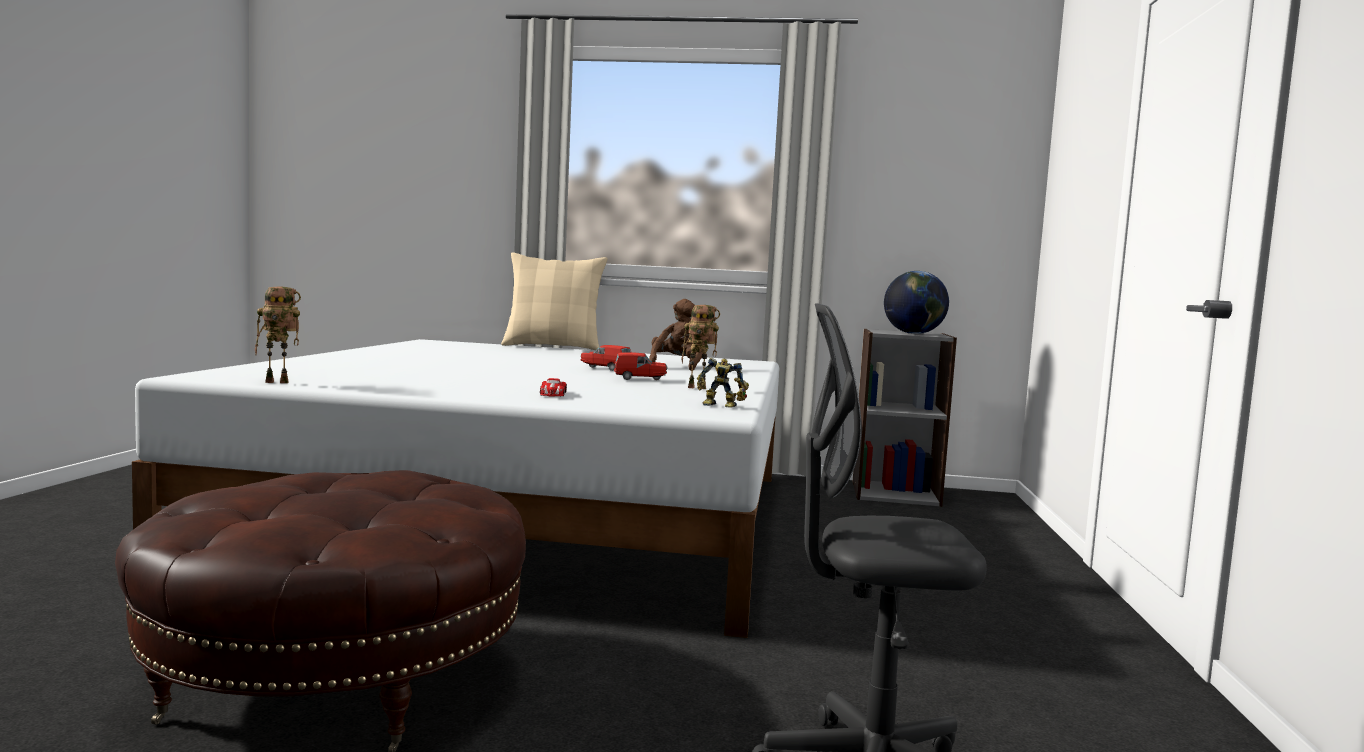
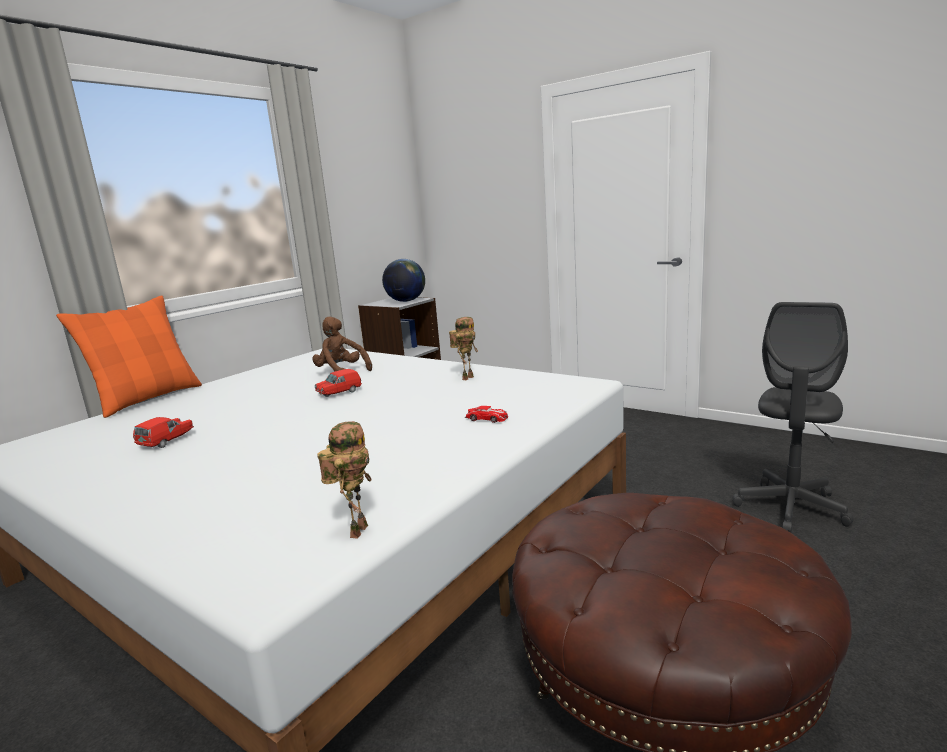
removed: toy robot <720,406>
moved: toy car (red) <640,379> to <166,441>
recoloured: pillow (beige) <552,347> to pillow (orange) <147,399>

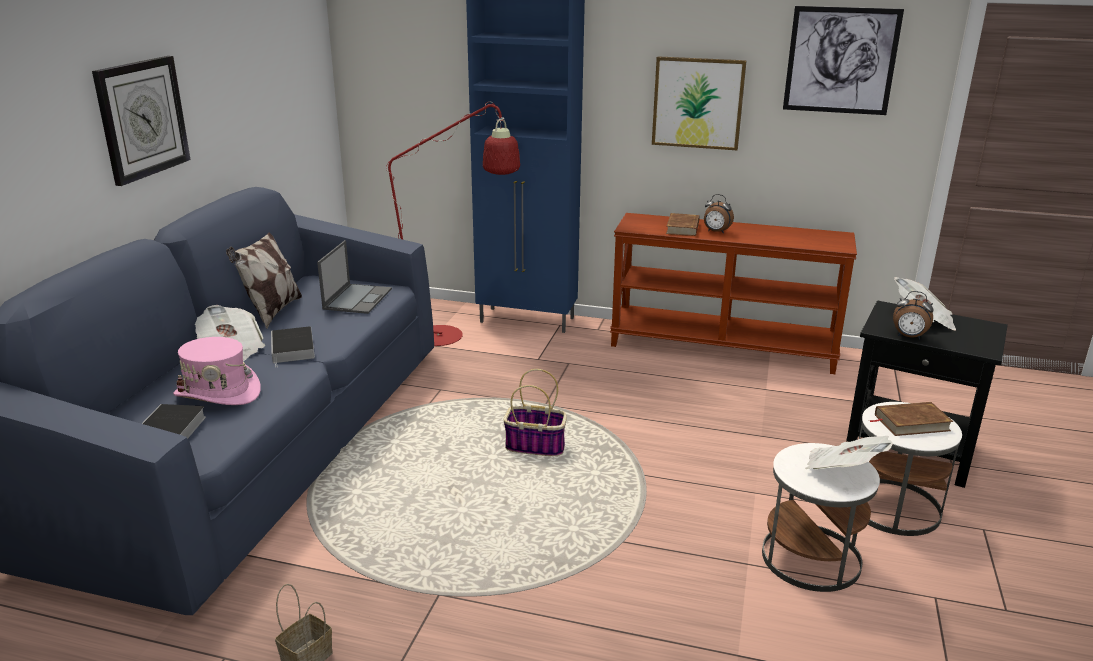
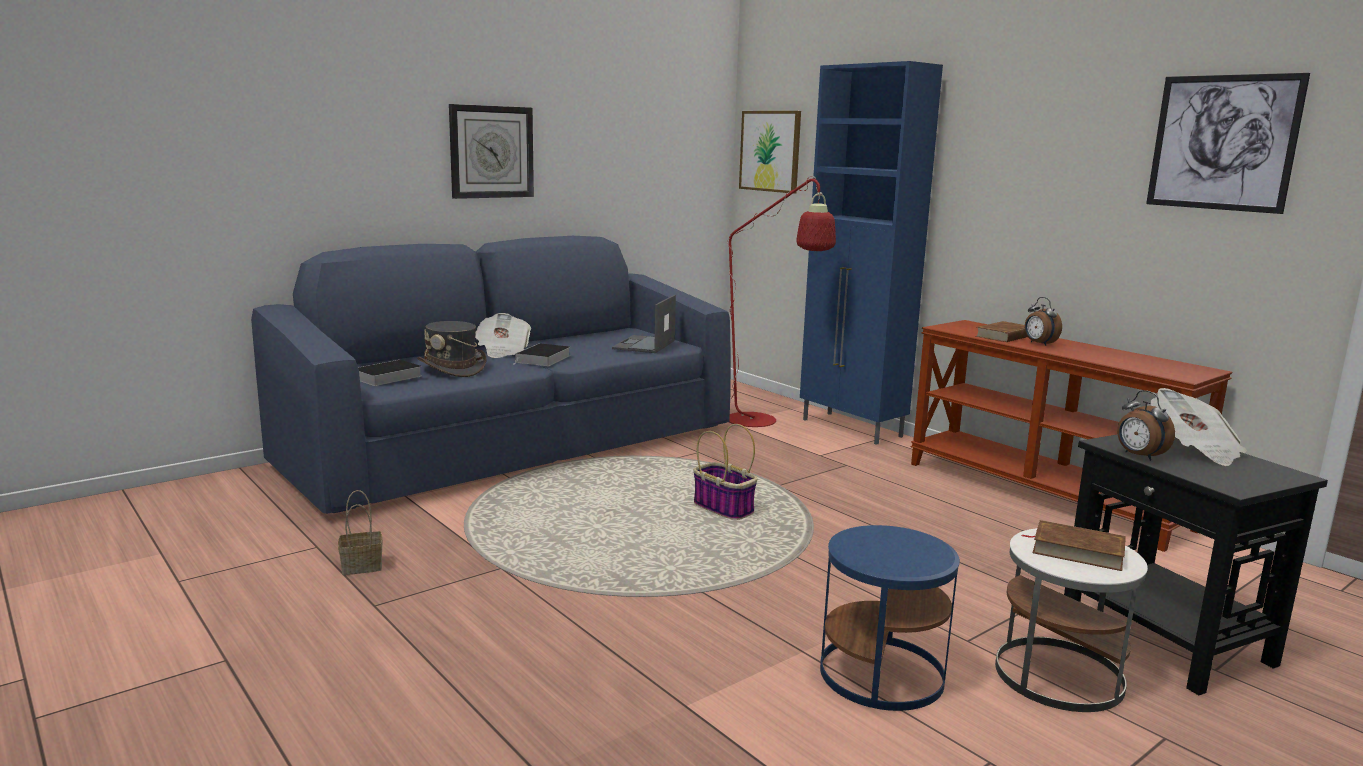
removed: pillow <271,312>; newspaper <842,470>
moved: picture <698,103> to <770,151>
recoloured: hat (pink) <218,393> to hat (grey) <452,369>; side table (white) <811,558> to side table (blue) <882,673>
turned: laptop <358,298> = <644,345> 150 degrees clockwise

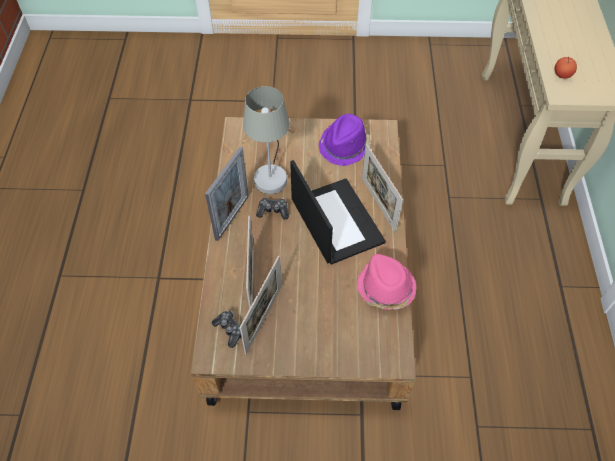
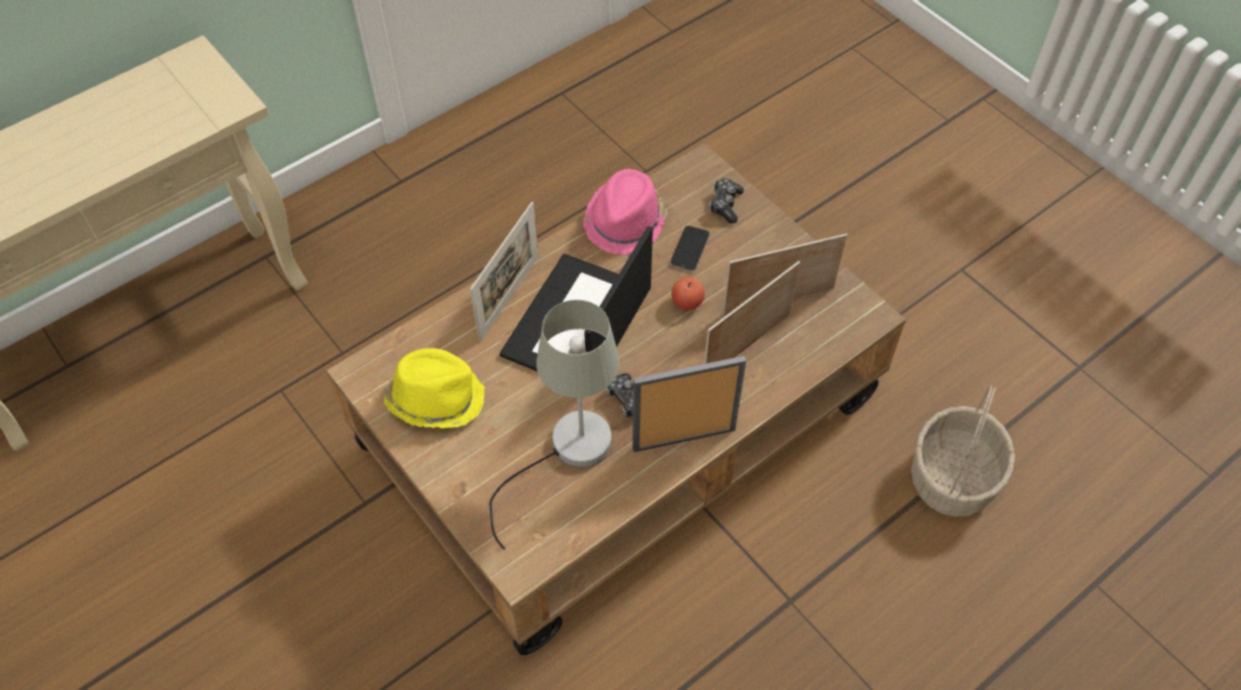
added: phone <690,249>; basket <953,479>
moved: apple <562,75> to <687,302>; game controller <230,330> to <725,204>
recoloured: hat (purple) <345,146> to hat (yellow) <436,398>

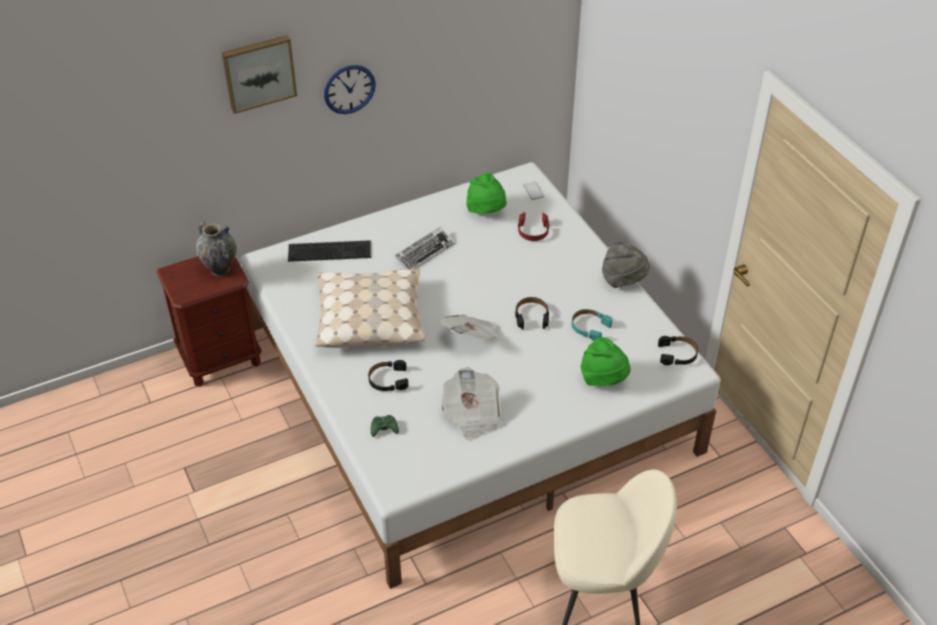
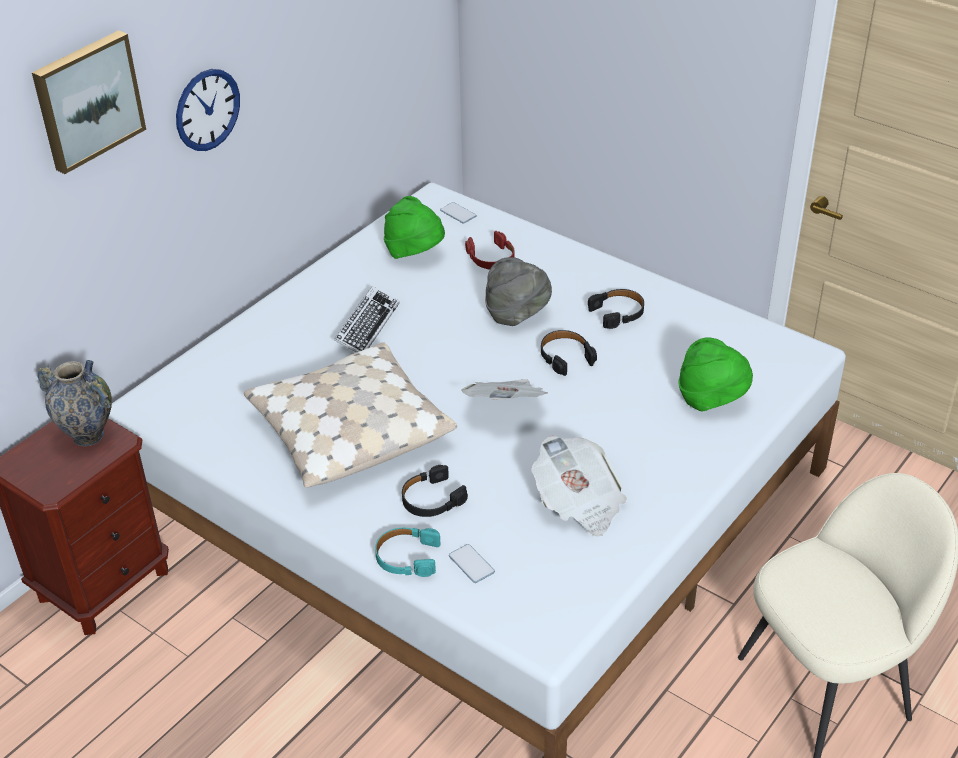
removed: keyboard <330,250>
moved: hat (grey) <623,280> to <517,314>; headphones (turquoise) <589,327> to <407,557>; headphones (black) <677,354> to <618,313>
replaced: game controller (green) <384,428> to phone <471,564>

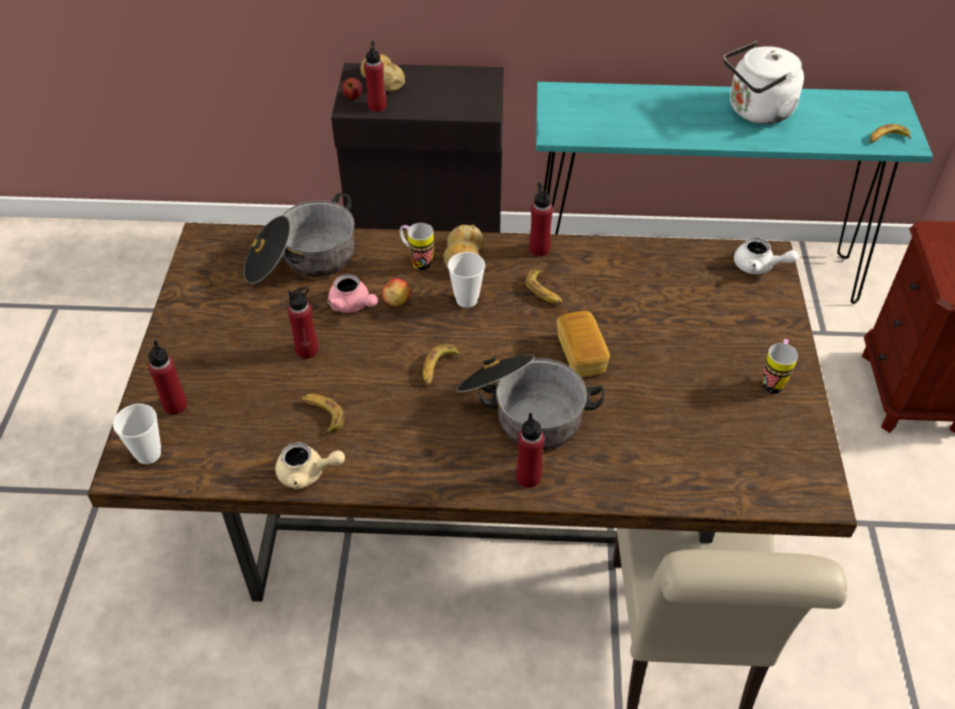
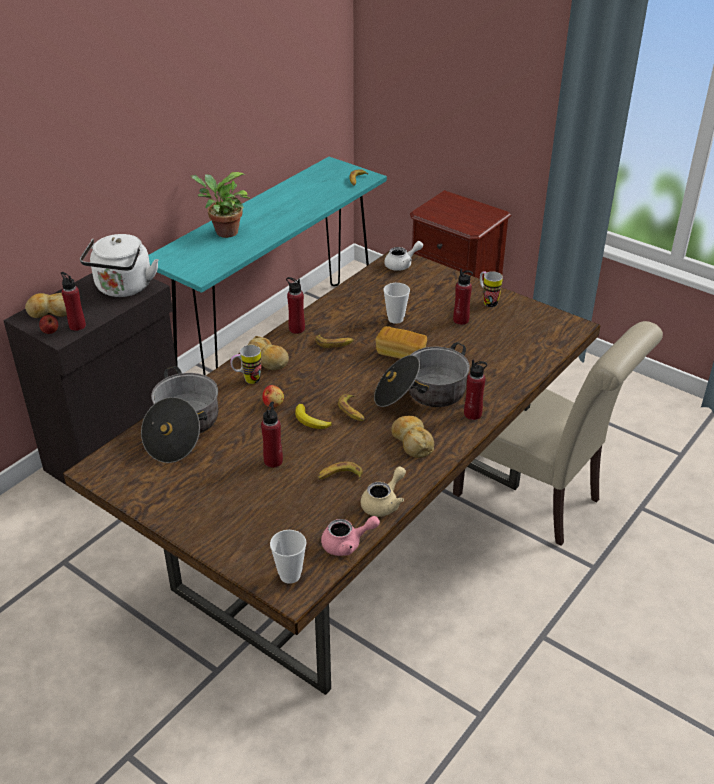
added: potted plant <223,232>; banana <310,420>; bread <412,442>
moved: kettle (white) <756,112> to <123,289>; cup <466,300> to <395,319>; teapot (pink) <352,305> to <347,544>; bottle (red) <175,405> to <461,320>

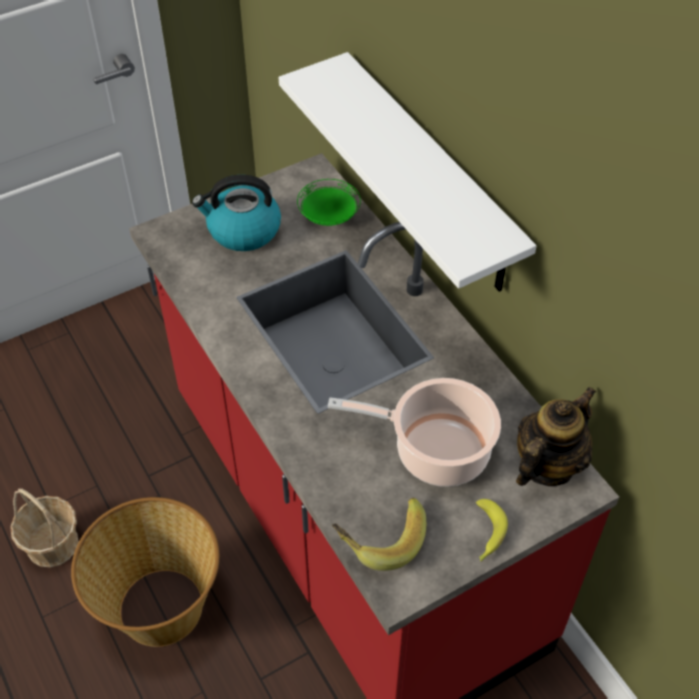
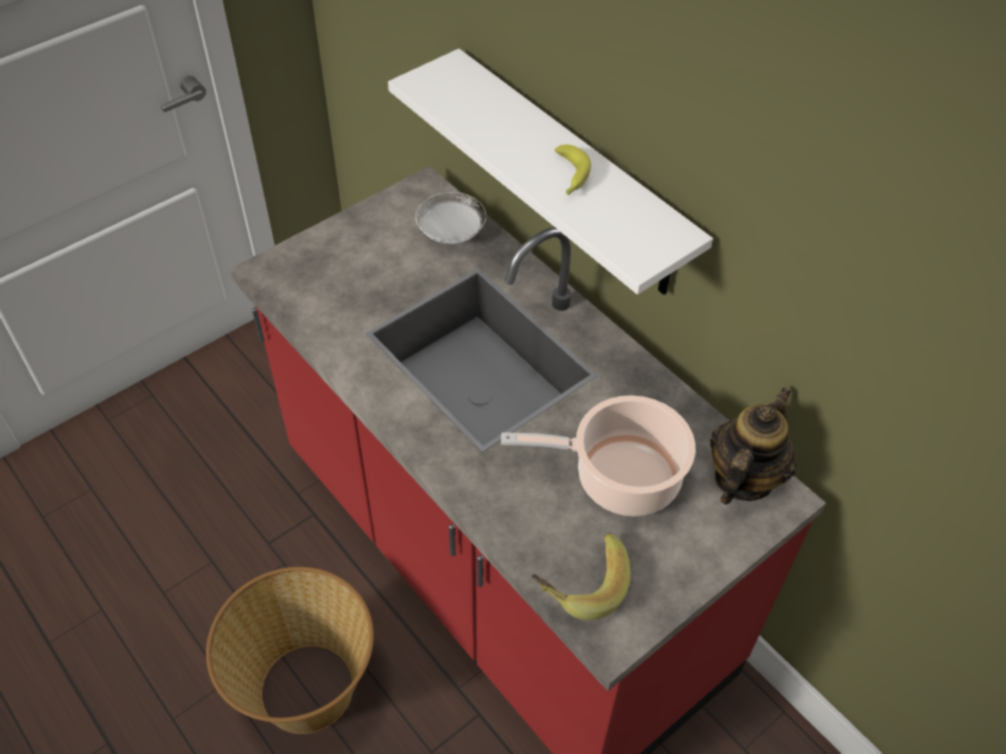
removed: kettle <243,231>; basket <52,543>
moved: banana <486,535> to <569,177>
recoloured: plate (green) <329,215> to plate (white) <451,232>

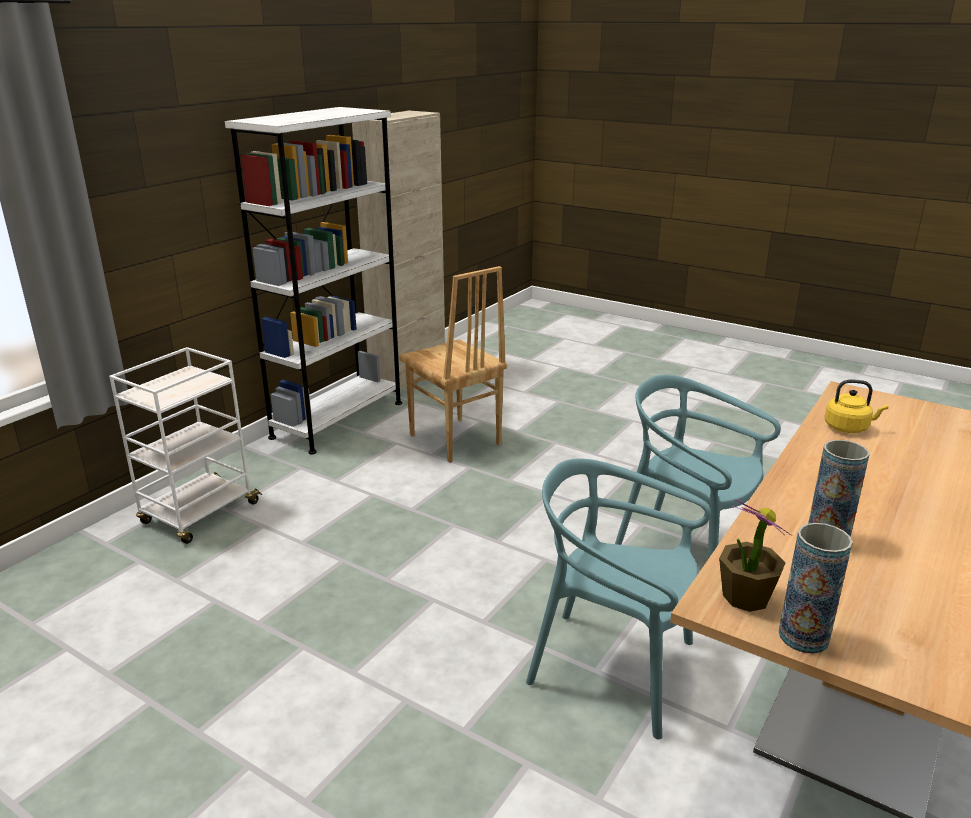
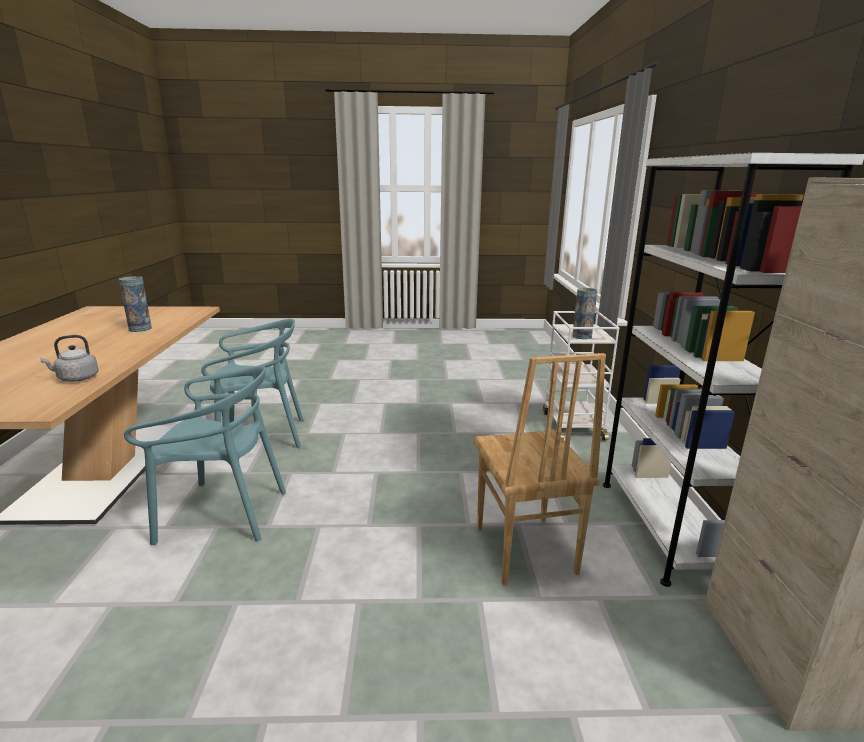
removed: potted plant <745,597>
moved: vase <803,636> to <582,336>
recoloured: kettle (yellow) <848,428> to kettle (grey) <76,378>
turned: chair (brown) <454,440> = <523,550> 120 degrees counterclockwise

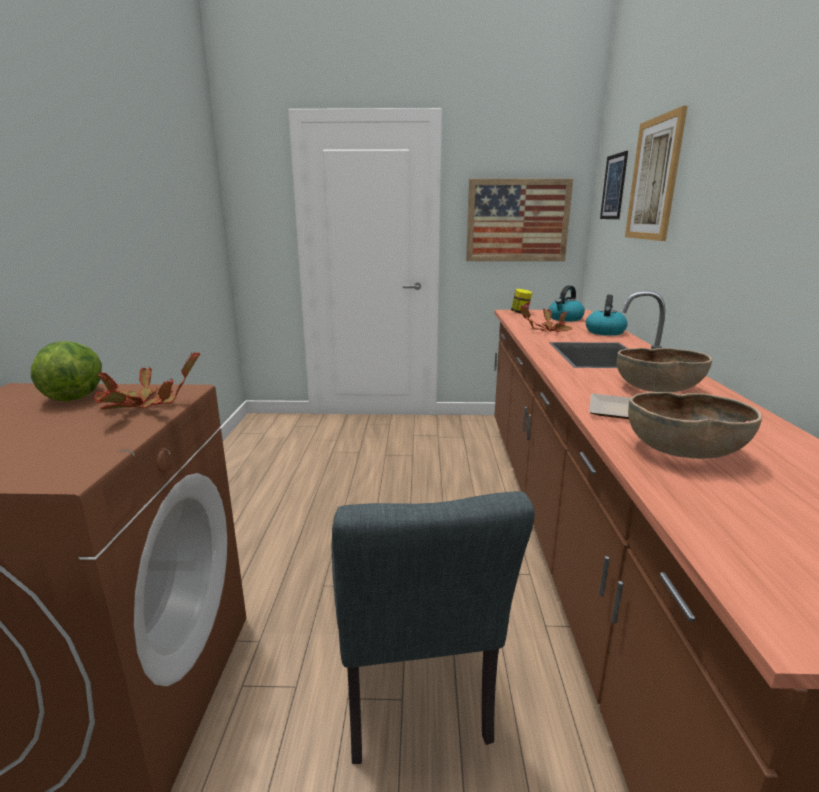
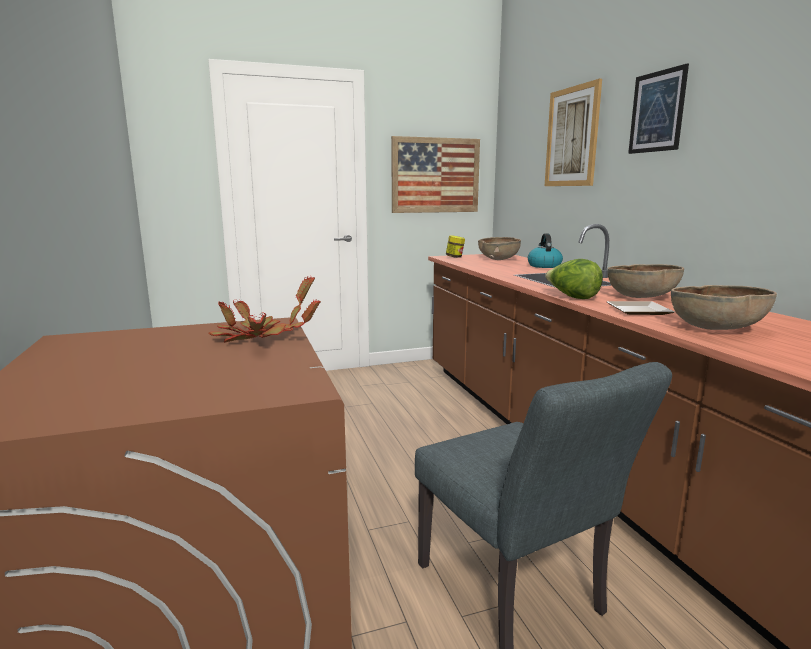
removed: potted plant <547,331>
moved: picture <614,187> to <657,112>; lettuce <75,395> to <572,297>
replaced: kettle <565,319> to bowl (brown) <498,259>

